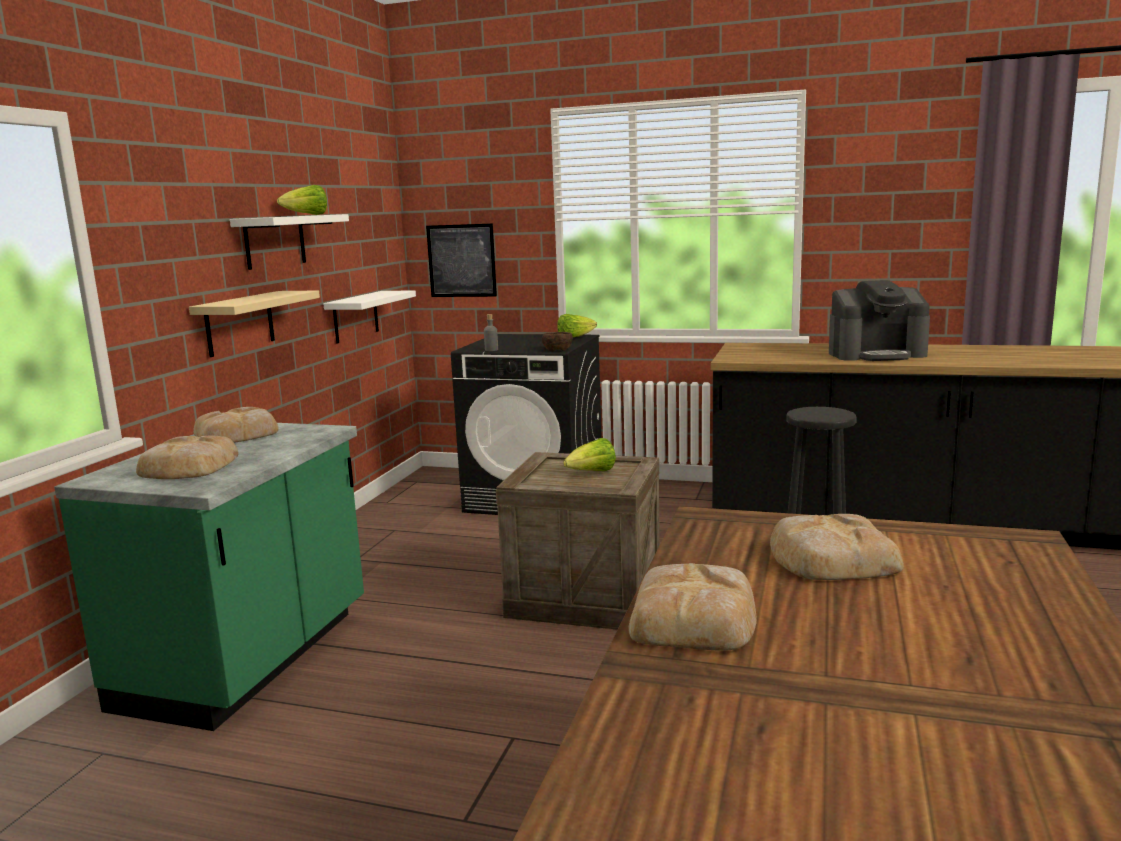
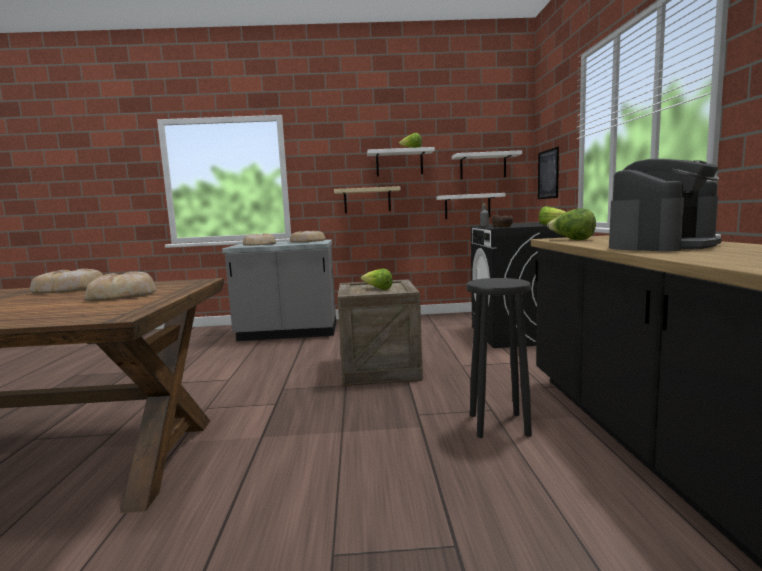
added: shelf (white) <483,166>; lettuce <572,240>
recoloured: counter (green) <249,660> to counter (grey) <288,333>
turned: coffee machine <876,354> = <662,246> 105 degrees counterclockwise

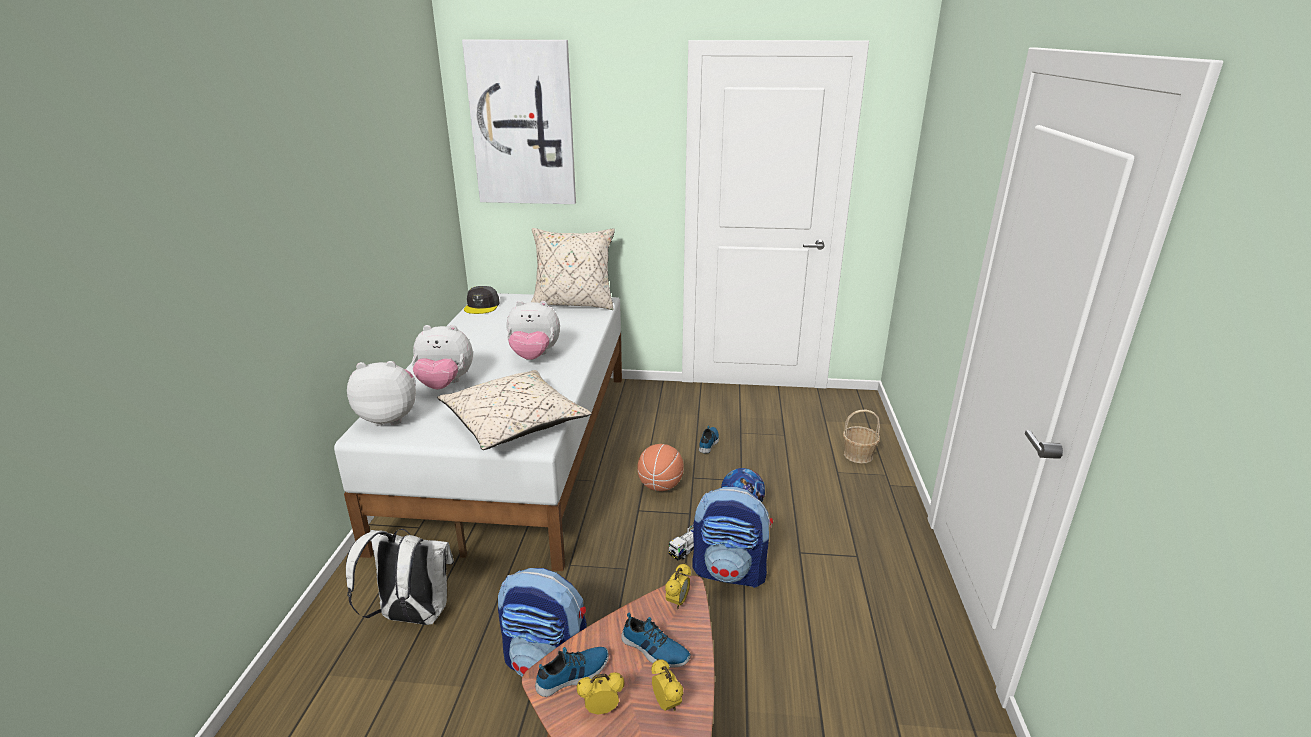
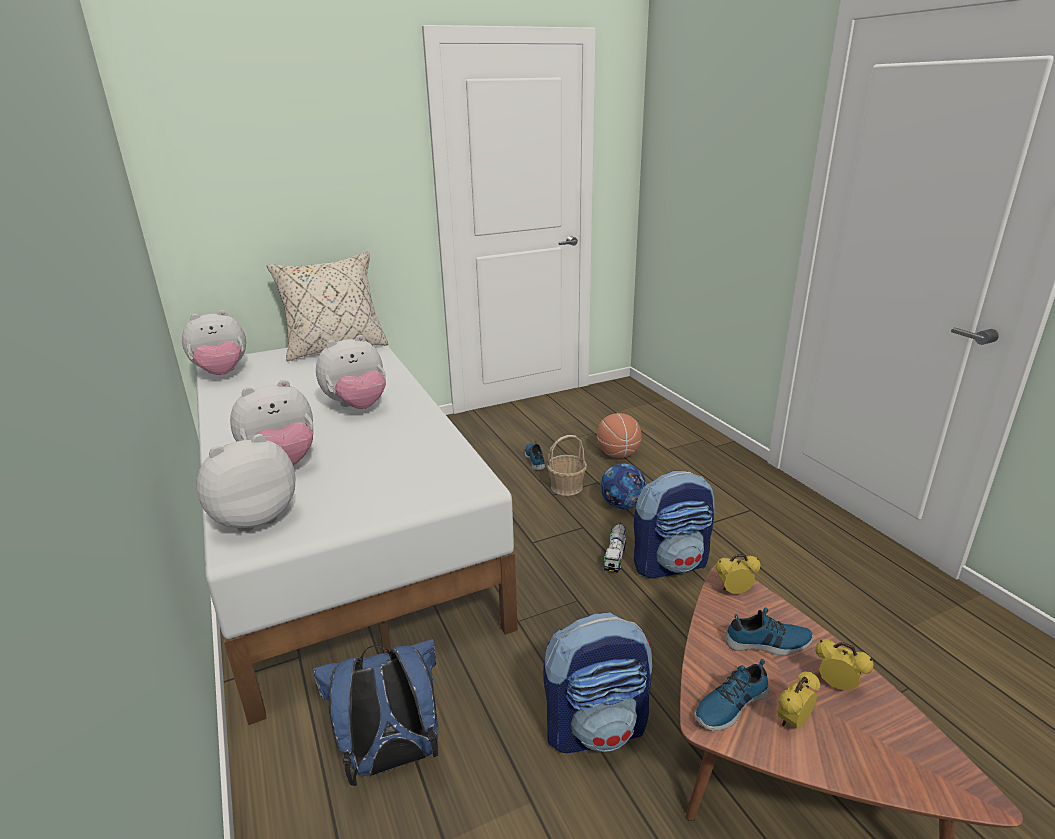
removed: picture <522,124>; pillow (beige) <514,423>
moved: basket <858,455> to <567,487>; basketball <660,486> to <618,454>
replaced: cap (grey) <482,306> to plush toy <222,373>
recoloured: backpack (white) <412,616> to backpack (blue) <392,758>
turned: alarm clock <677,602> = <734,591> 90 degrees counterclockwise; shoe <573,675> = <729,704> 150 degrees counterclockwise

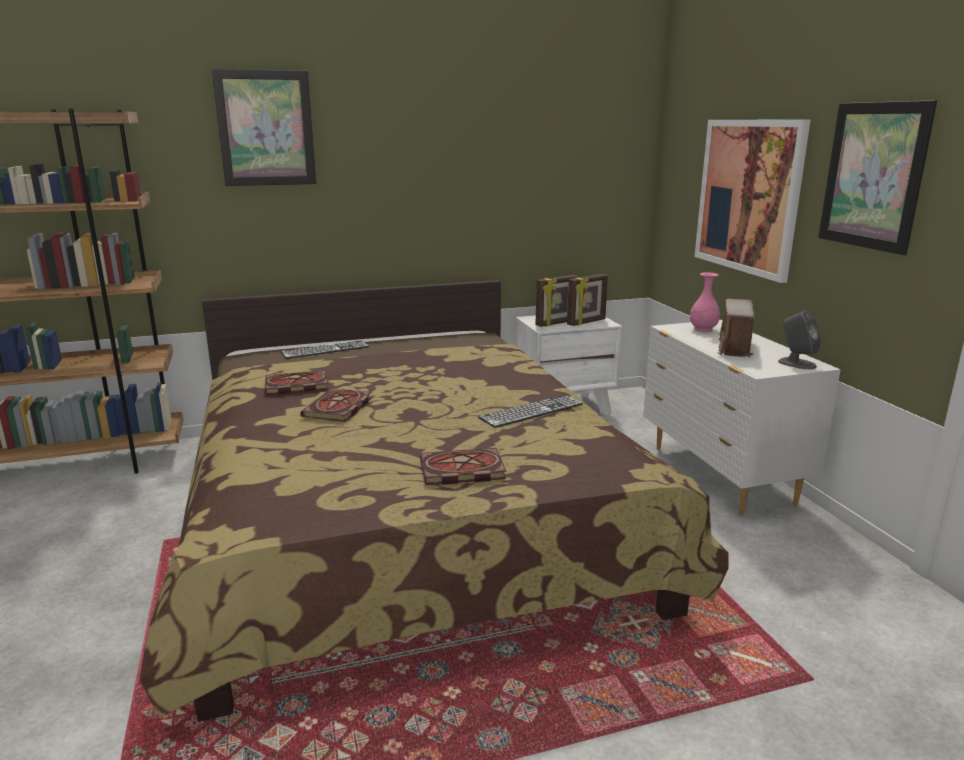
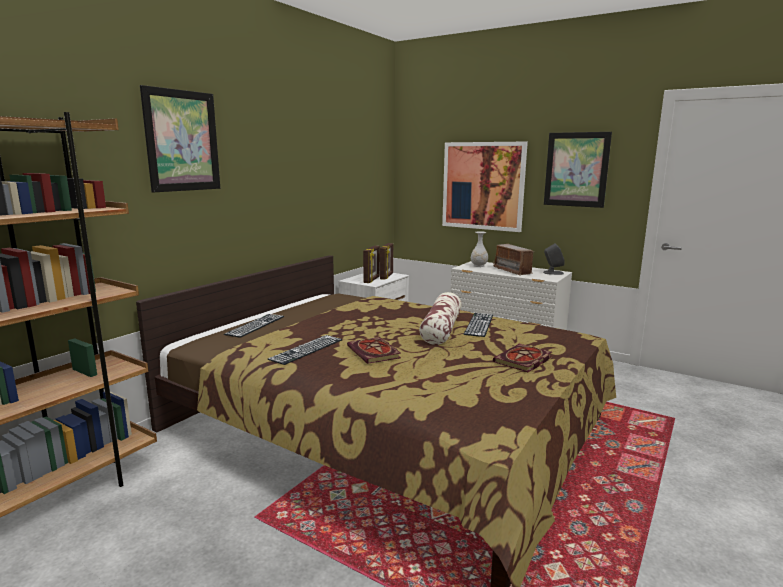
added: pillow <441,329>
replaced: book <295,386> to keyboard <306,349>
recoloured: vase (pink) <702,329> to vase (white) <478,266>

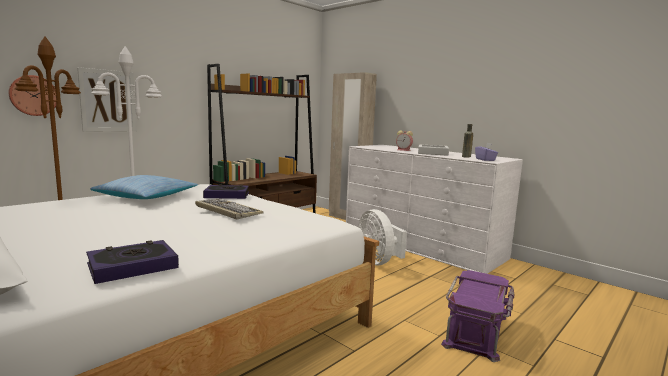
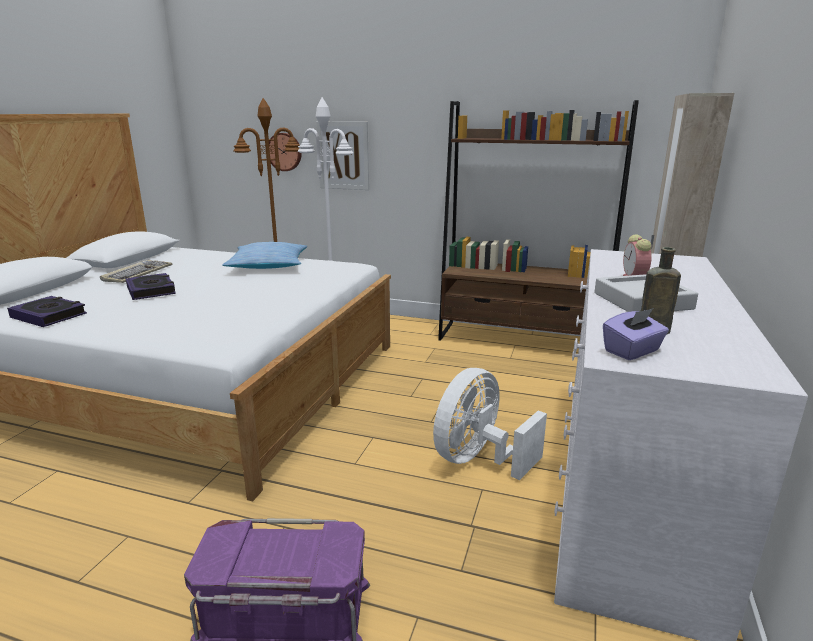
moved: book <227,195> to <151,290>; keyboard <226,210> to <137,274>

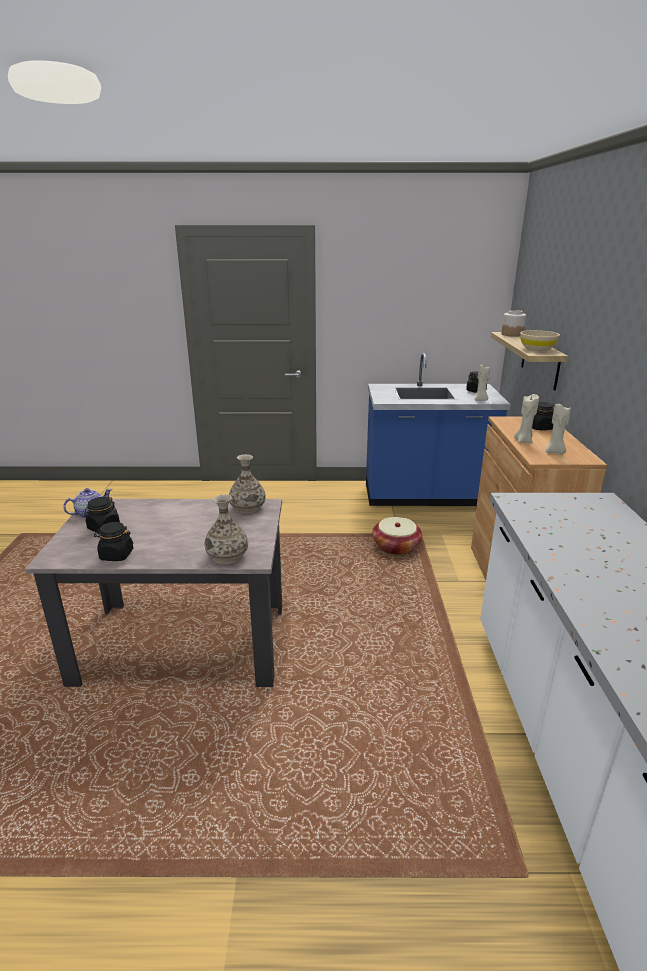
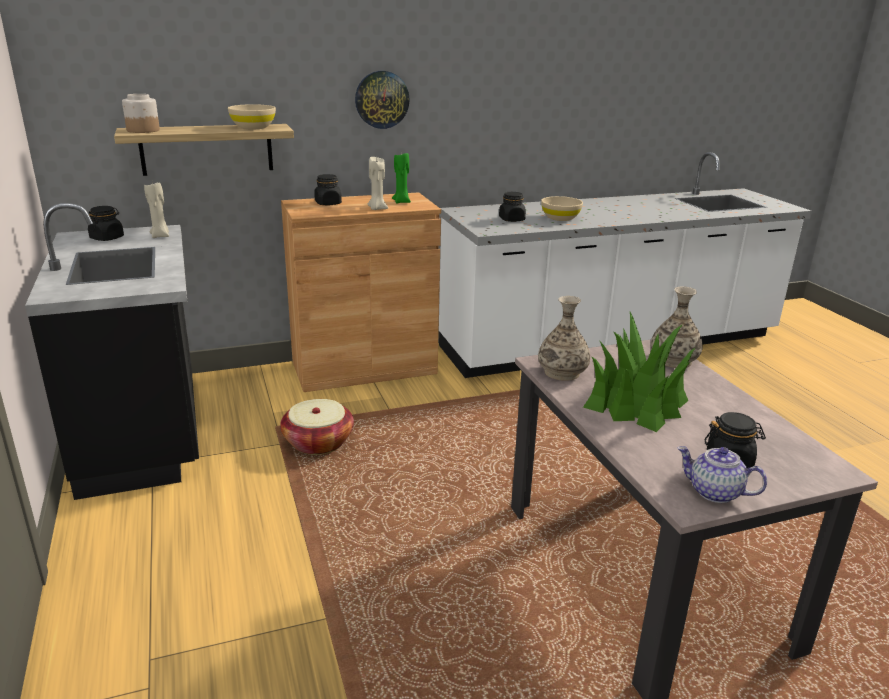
added: wall clock <382,99>; bowl (beige) <560,218>; potted plant <636,402>
moved: jar (black) <116,555> to <512,219>
recoloured: counter (blue) <425,497> to counter (black) <145,432>; candle (beige) <554,452> to candle (green) <402,202>

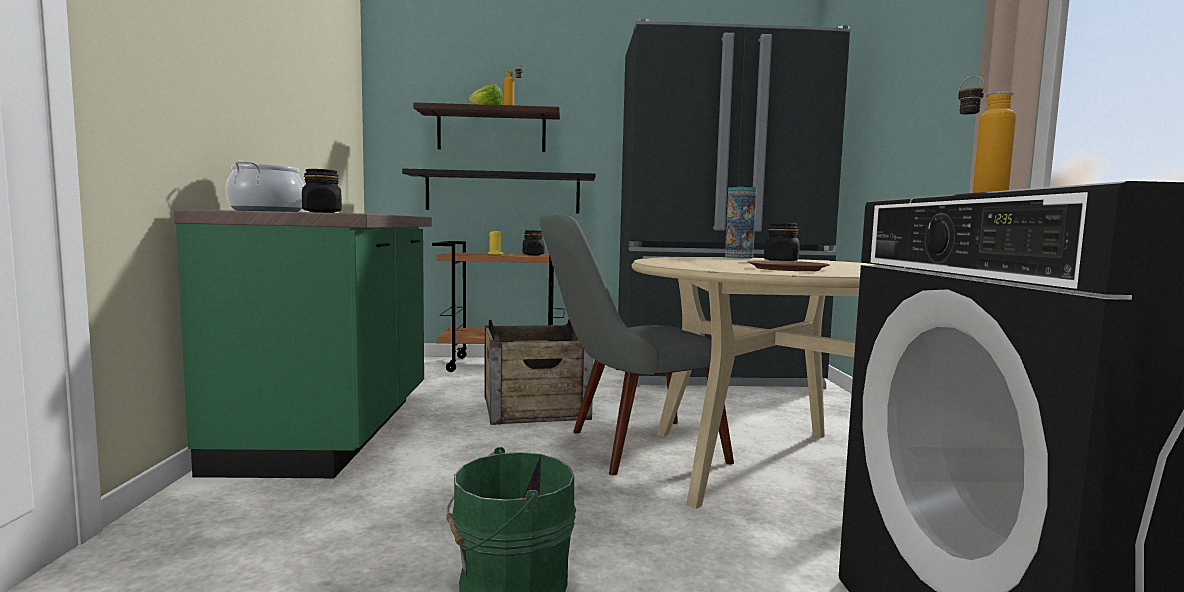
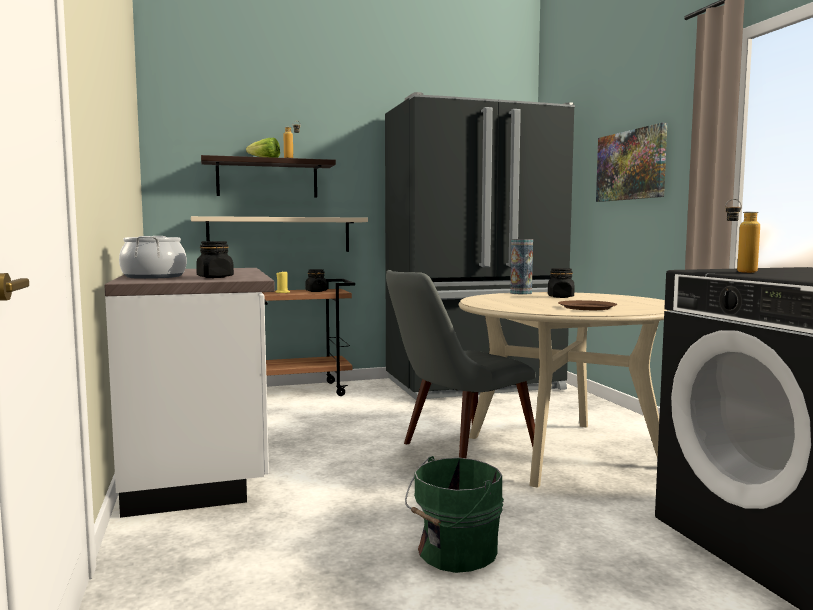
removed: crate <534,407>
added: picture <631,165>
recoloured: shelf (black) <503,192> to shelf (beige) <279,235>; counter (green) <333,432> to counter (white) <202,466>

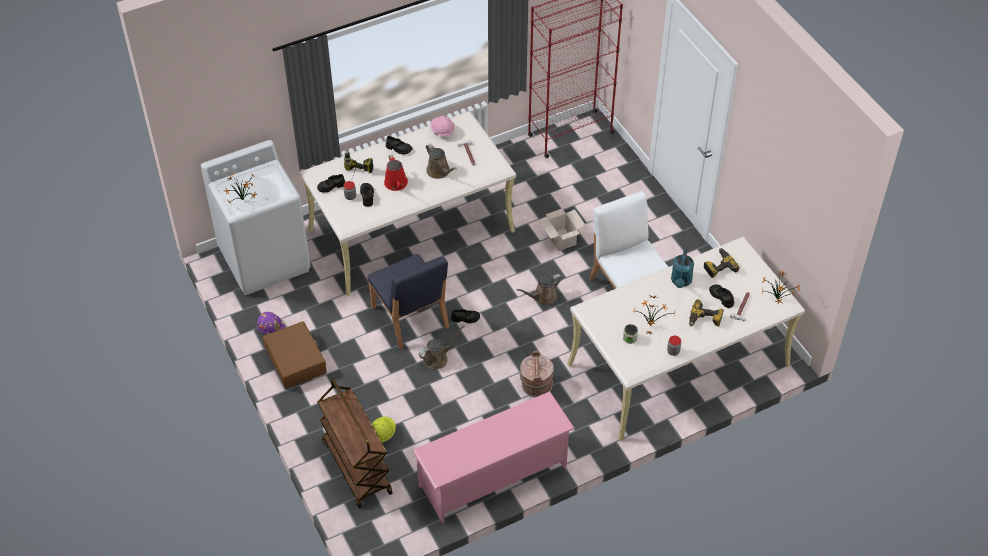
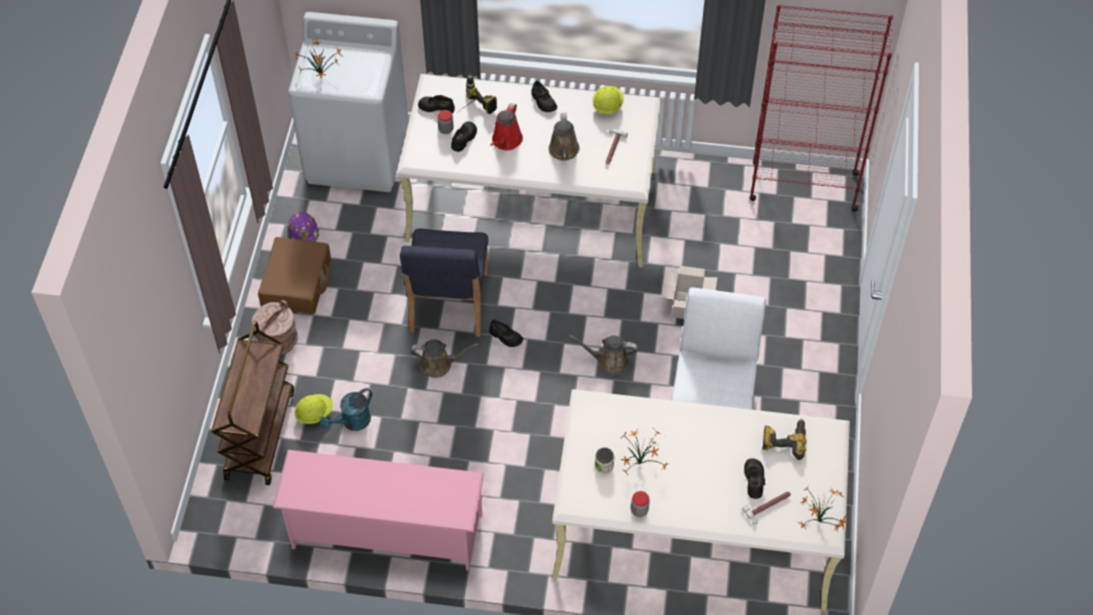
removed: power drill <705,319>
moved: watering can (turquoise) <681,282> to <352,422>; bucket (brown) <536,385> to <277,340>
recoloured: hard hat (pink) <442,131> to hard hat (yellow) <607,106>

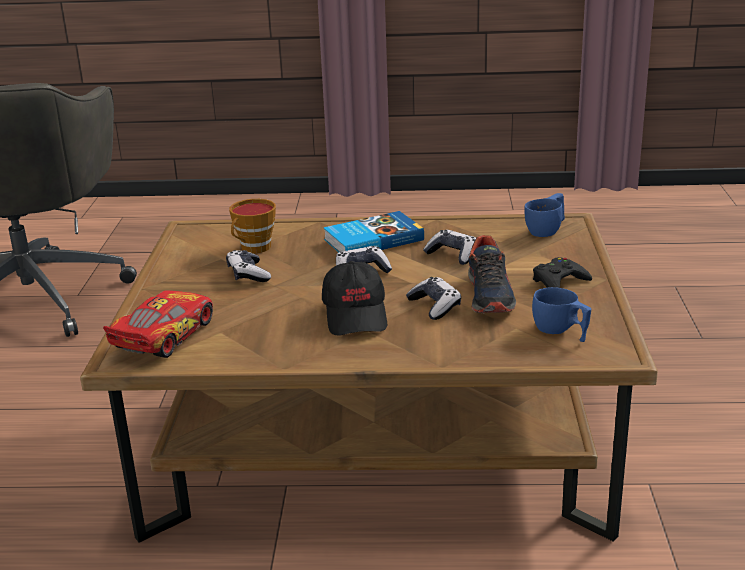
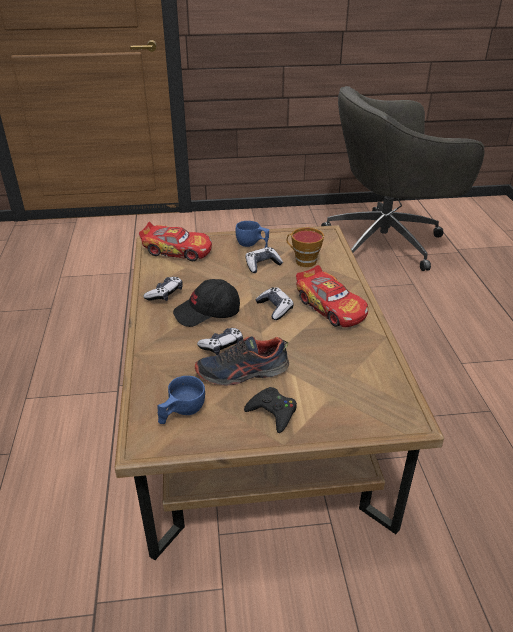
moved: cup (blue) <547,230> to <252,245>; game controller <452,255> to <165,294>
replaced: book <372,239> to toy car <331,307>

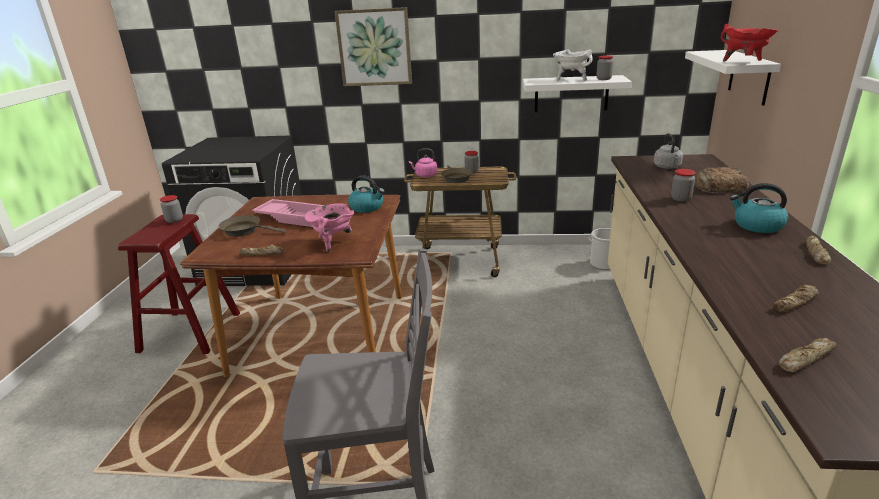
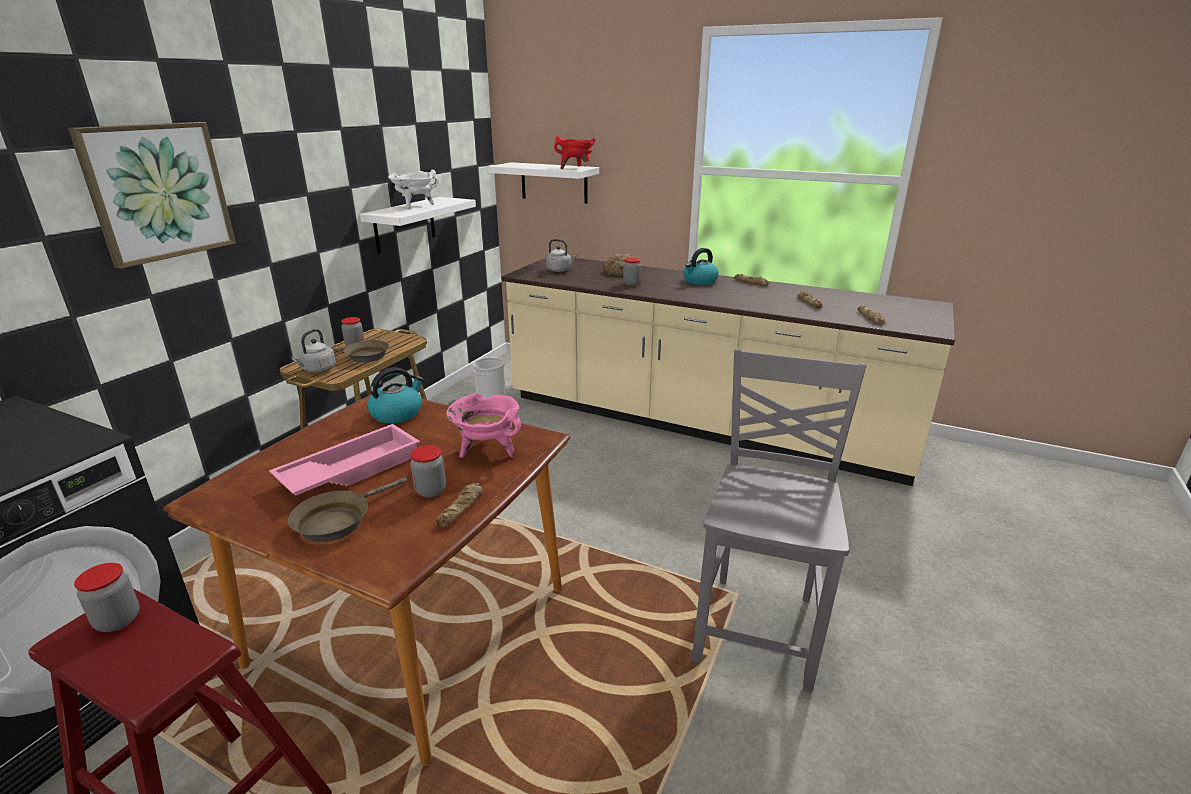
moved: jar <603,79> to <430,491>
recoloured: kettle (pink) <425,175> to kettle (grey) <317,369>

